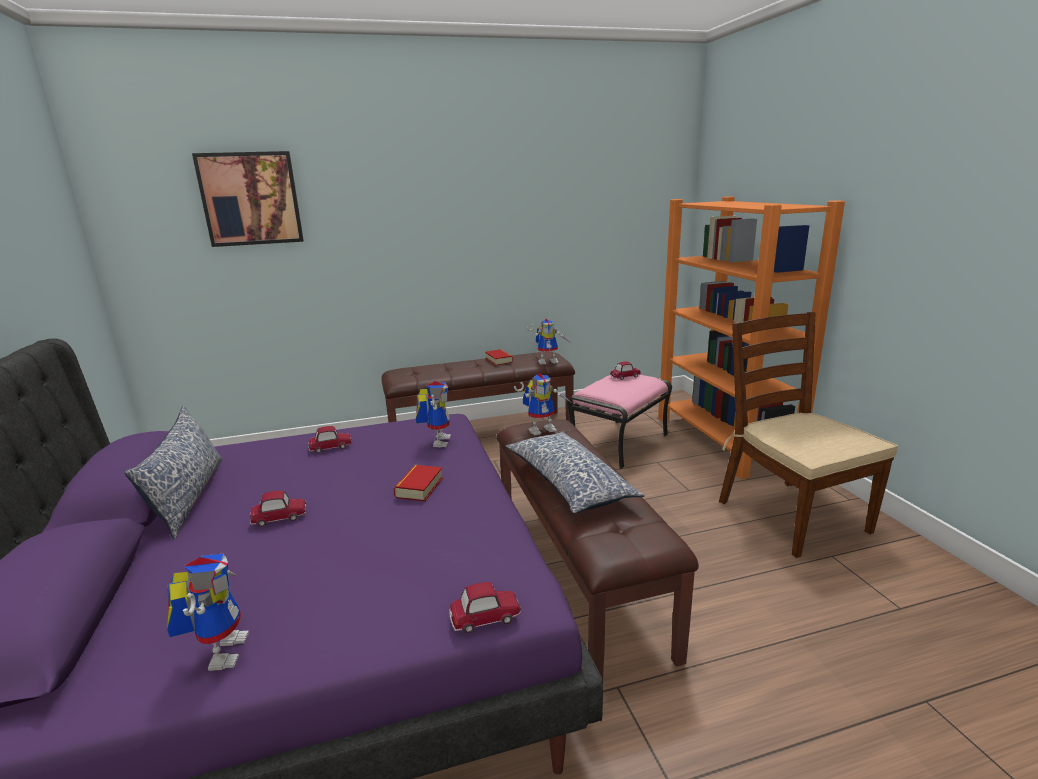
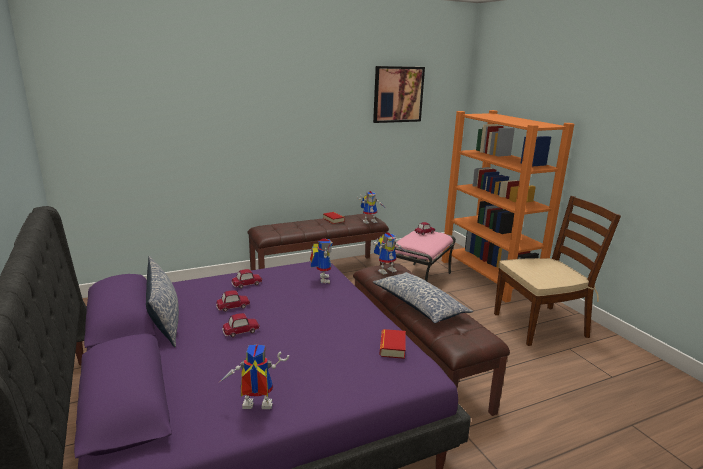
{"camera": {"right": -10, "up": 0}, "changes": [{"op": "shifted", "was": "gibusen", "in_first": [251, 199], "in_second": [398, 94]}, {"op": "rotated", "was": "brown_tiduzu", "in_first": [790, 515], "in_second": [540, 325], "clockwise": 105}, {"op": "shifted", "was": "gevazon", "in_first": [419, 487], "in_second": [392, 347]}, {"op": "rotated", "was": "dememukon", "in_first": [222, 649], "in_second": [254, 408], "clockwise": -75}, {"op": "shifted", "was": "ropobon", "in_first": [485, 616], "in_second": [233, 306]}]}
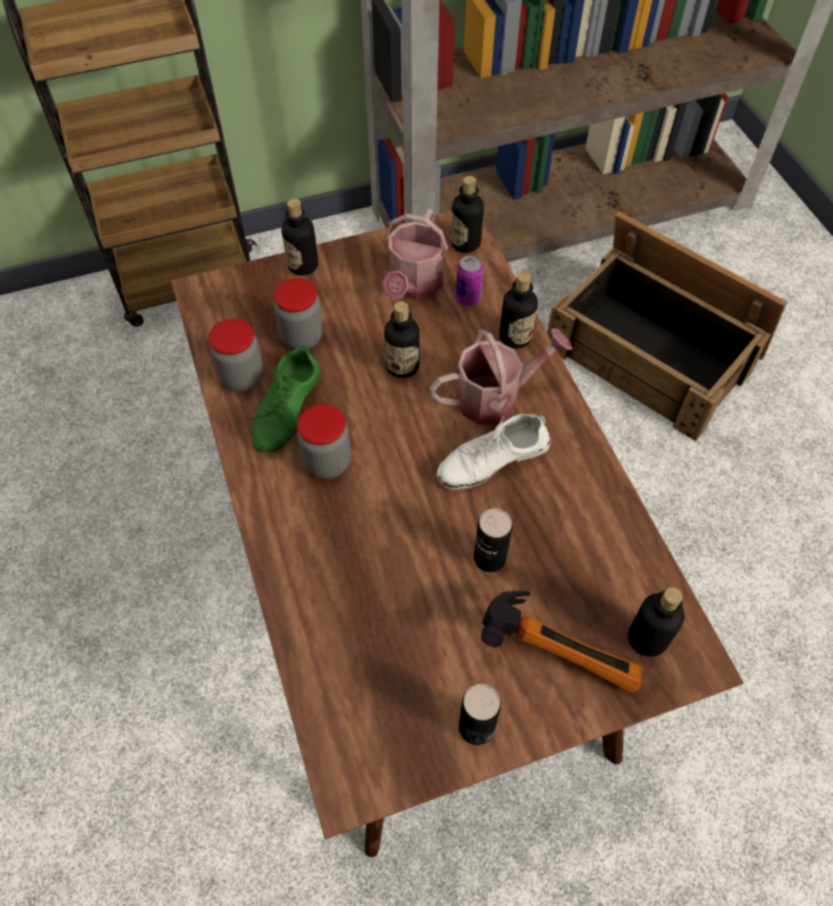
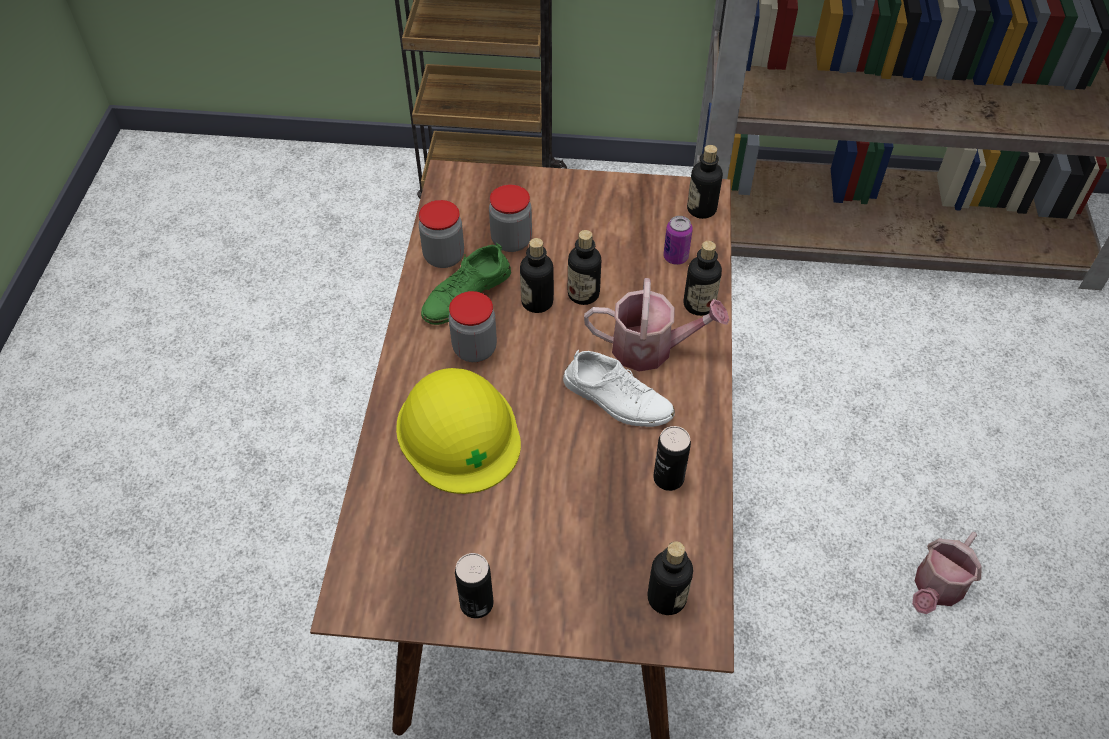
{"camera": {"right": 25, "up": -5}, "changes": [{"op": "shifted", "was": "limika", "in_first": [303, 265], "in_second": [537, 302]}, {"op": "shifted", "was": "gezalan", "in_first": [413, 286], "in_second": [935, 589]}, {"op": "gone", "was": "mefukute", "in_first": [655, 350]}, {"op": "rotated", "was": "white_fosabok", "in_first": [492, 459], "in_second": [617, 399], "clockwise": -150}, {"op": "shifted", "was": "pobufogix", "in_first": [489, 558], "in_second": [668, 478]}, {"op": "gone", "was": "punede", "in_first": [560, 647]}, {"op": "new", "now": "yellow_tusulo", "in_second": [458, 432]}]}
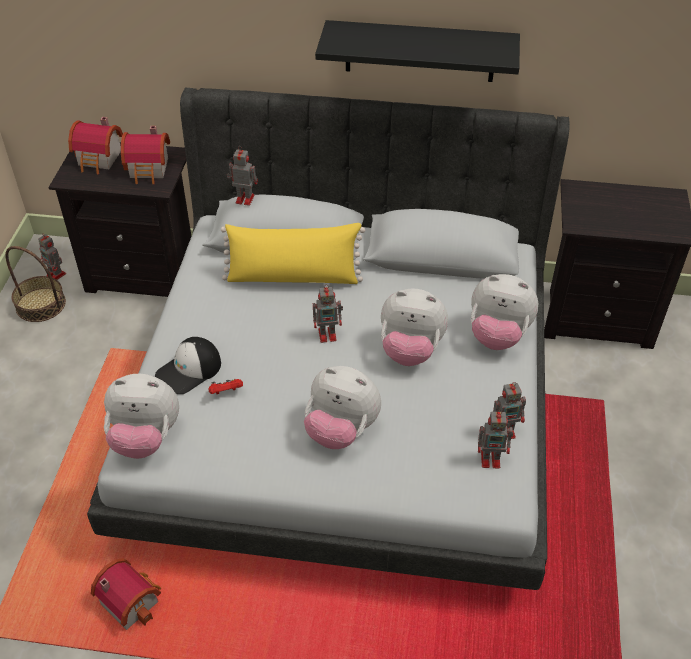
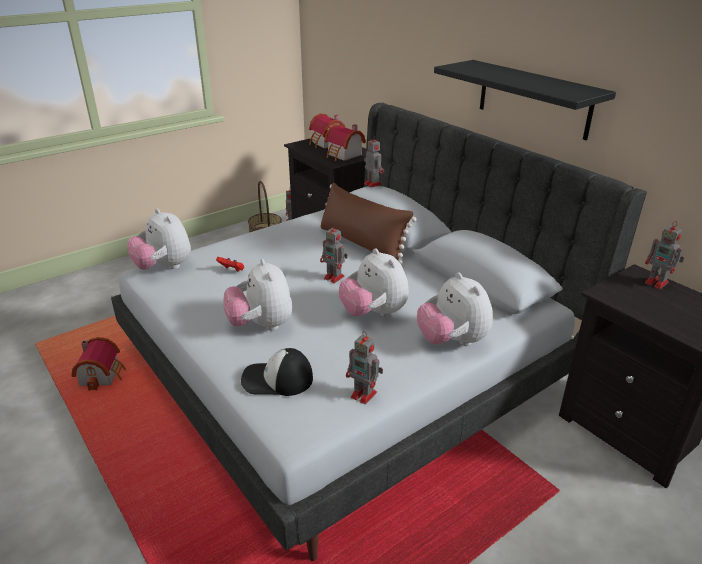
{"camera": {"right": 45, "up": -15}, "changes": [{"op": "repainted", "was": "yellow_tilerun", "now": "brown_tilerun", "in_first": [293, 277], "in_second": [362, 244]}, {"op": "shifted", "was": "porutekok", "in_first": [189, 370], "in_second": [277, 379]}, {"op": "shifted", "was": "dememukon", "in_first": [491, 459], "in_second": [657, 283]}]}
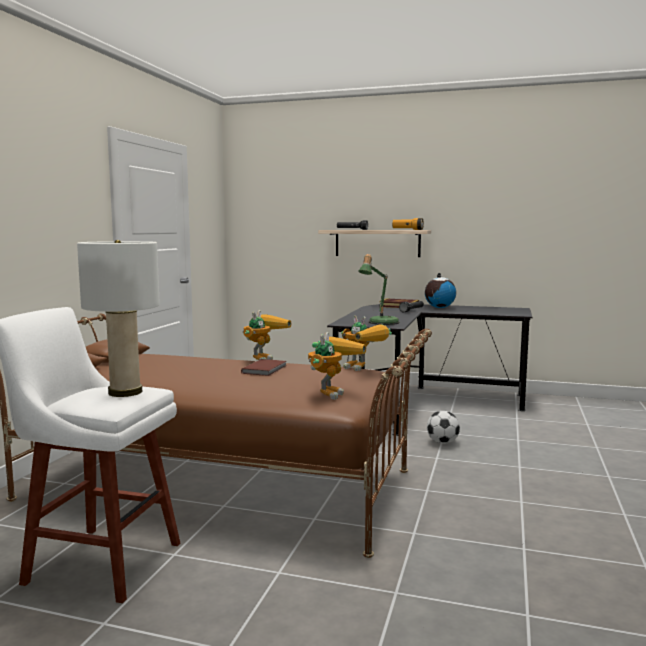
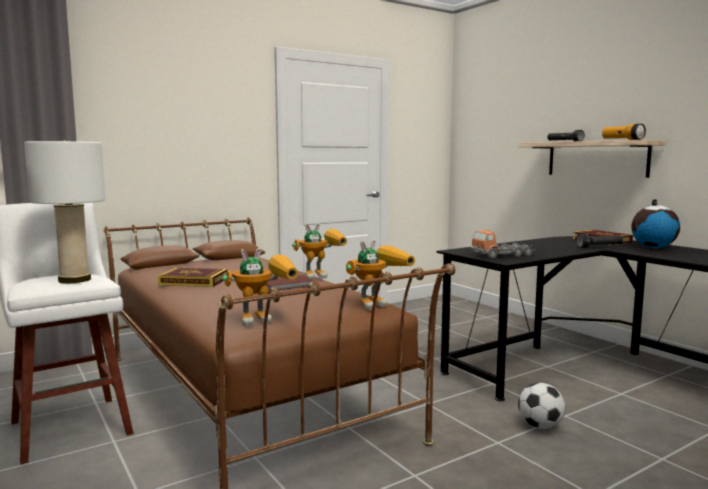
{"camera": {"right": 40, "up": 0}, "changes": [{"op": "swapped", "was": "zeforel", "now": "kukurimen", "in_first": [380, 323], "in_second": [502, 255]}, {"op": "rotated", "was": "dememukon", "in_first": [364, 369], "in_second": [378, 303], "clockwise": -120}, {"op": "new", "now": "gevazon", "in_second": [193, 281]}]}
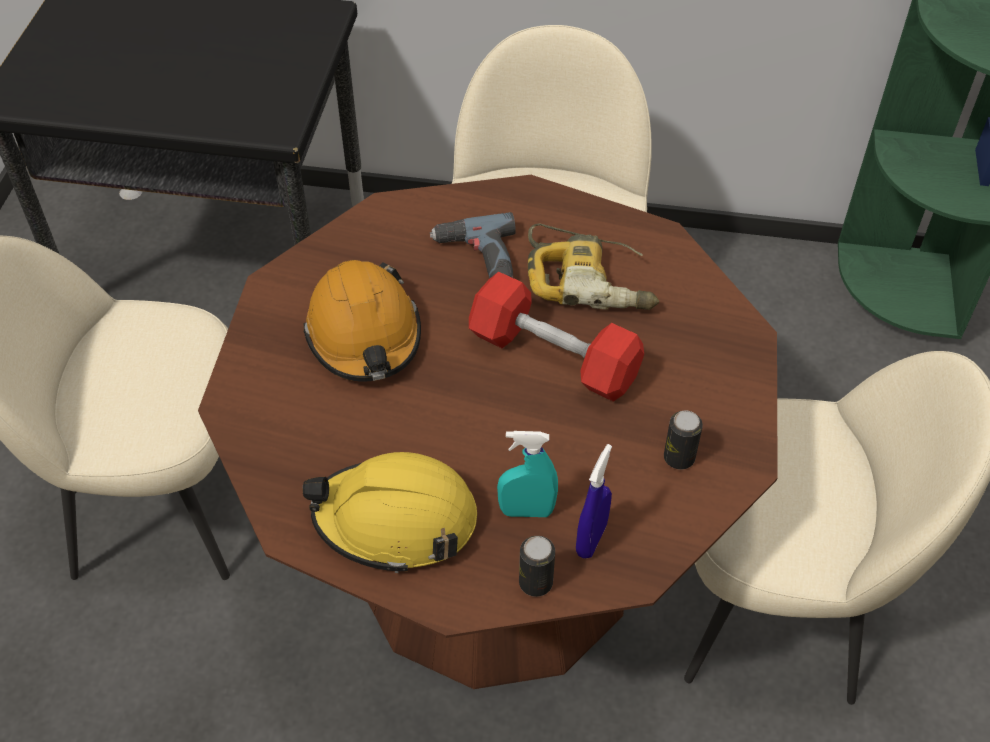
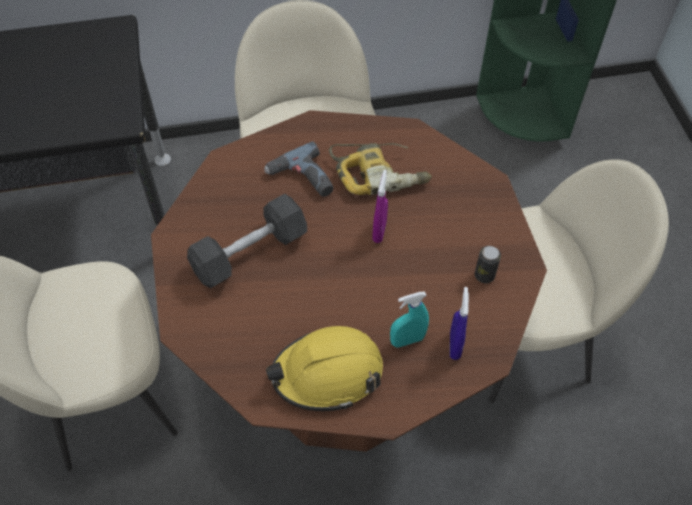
{"camera": {"right": -20, "up": 5}, "changes": [{"op": "swapped", "was": "orange_tusulo", "now": "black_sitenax", "in_first": [364, 335], "in_second": [250, 253]}, {"op": "swapped", "was": "red_sitenax", "now": "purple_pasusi", "in_first": [554, 356], "in_second": [379, 231]}, {"op": "gone", "was": "pobufogix", "in_first": [535, 583]}]}
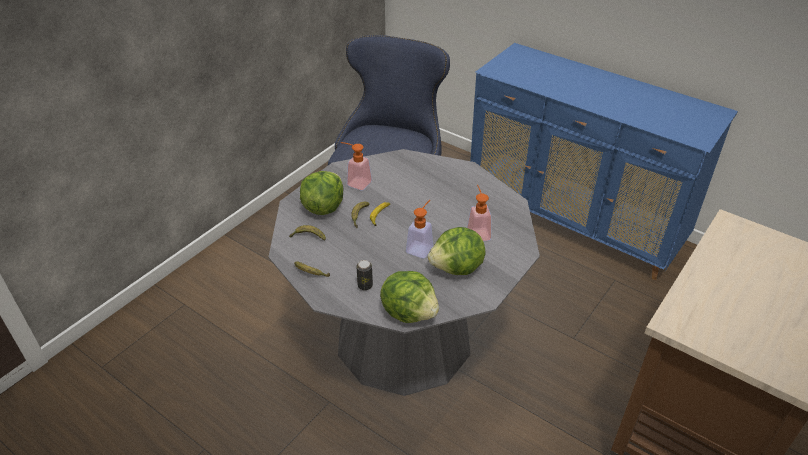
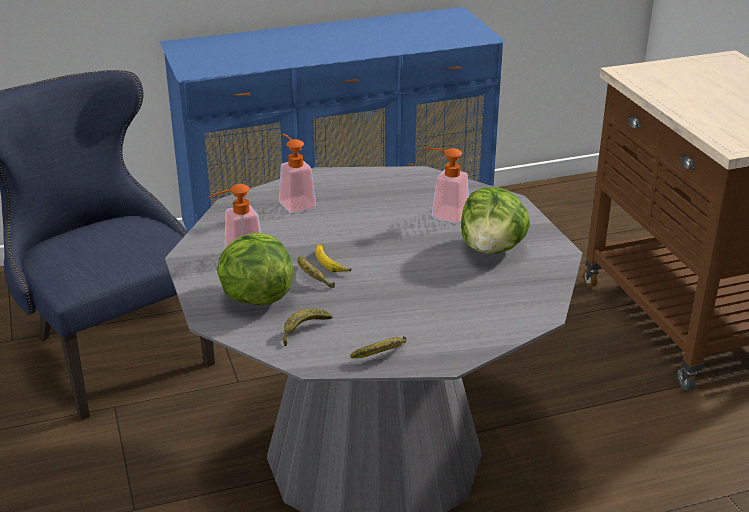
{"camera": {"right": -55, "up": -10}, "changes": [{"op": "shifted", "was": "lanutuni", "in_first": [421, 247], "in_second": [294, 202]}, {"op": "gone", "was": "pobufogix", "in_first": [365, 285]}, {"op": "gone", "was": "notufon", "in_first": [409, 312]}]}
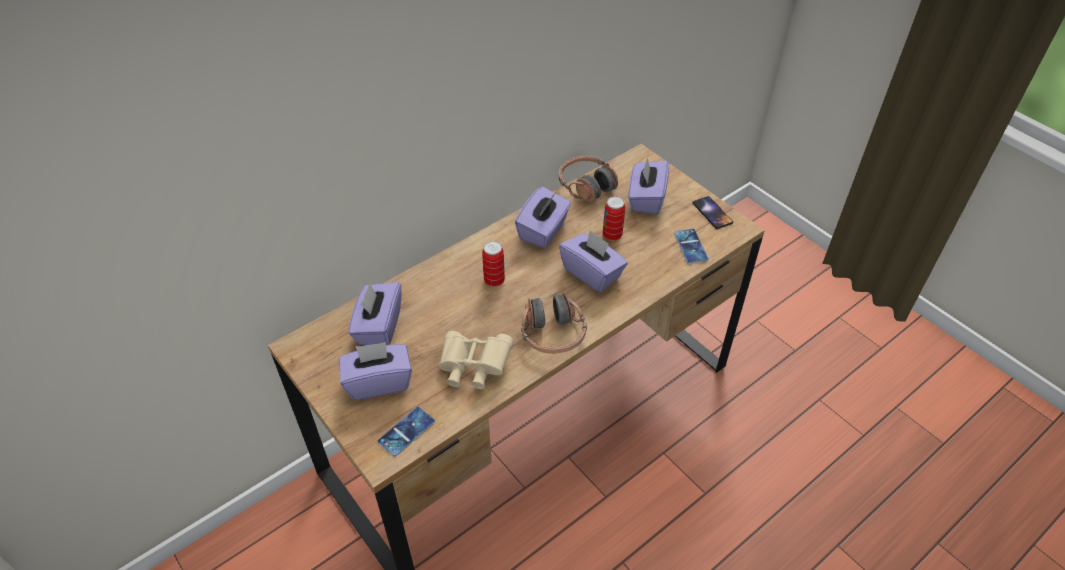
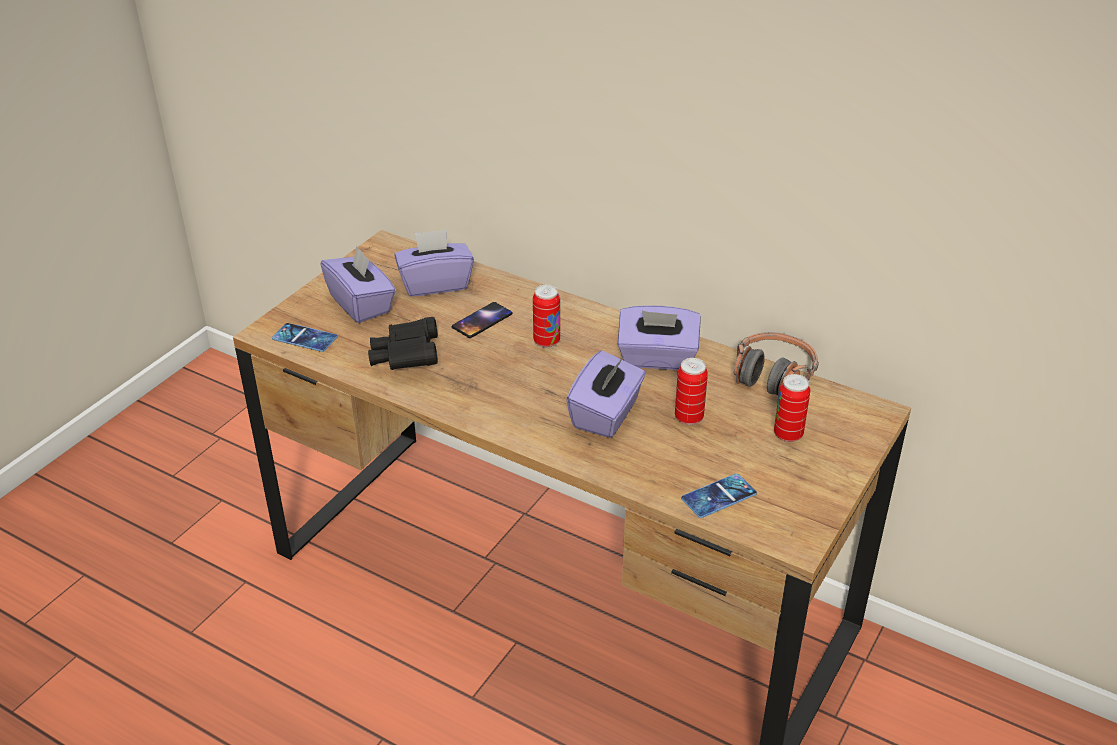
{"camera": {"right": 70, "up": -10}, "changes": [{"op": "swapped", "was": "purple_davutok", "now": "pobufogix", "in_first": [646, 199], "in_second": [788, 435]}, {"op": "shifted", "was": "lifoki", "in_first": [712, 213], "in_second": [482, 320]}, {"op": "gone", "was": "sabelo", "in_first": [552, 333]}, {"op": "repainted", "was": "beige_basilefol", "now": "black_basilefol", "in_first": [473, 367], "in_second": [406, 359]}]}
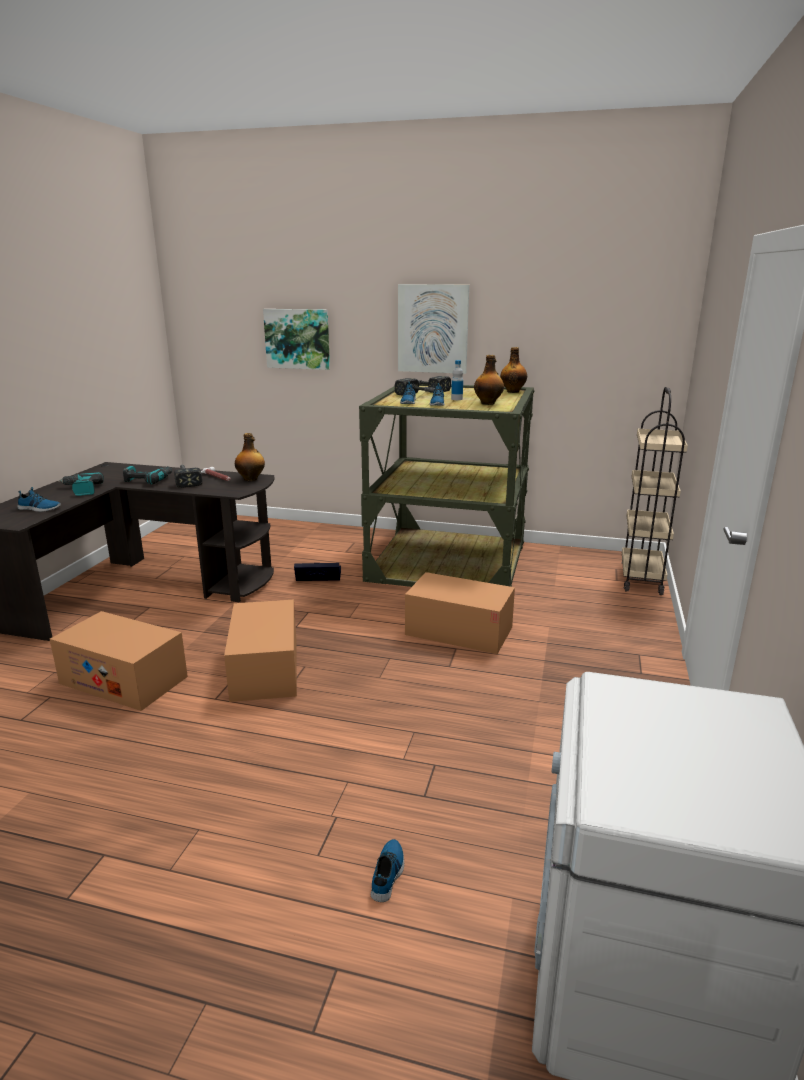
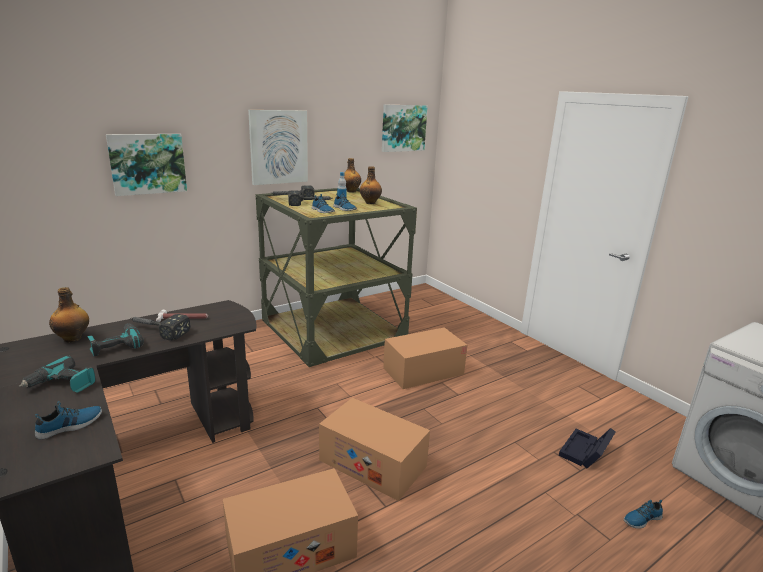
{"camera": {"right": -50, "up": 0}, "changes": [{"op": "gone", "was": "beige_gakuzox", "in_first": [642, 579]}, {"op": "shifted", "was": "limika", "in_first": [251, 479], "in_second": [73, 338]}, {"op": "shifted", "was": "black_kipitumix", "in_first": [317, 577], "in_second": [585, 452]}, {"op": "rotated", "was": "fosabok", "in_first": [388, 873], "in_second": [641, 518], "clockwise": -75}, {"op": "new", "now": "gibusen", "in_second": [403, 128]}]}
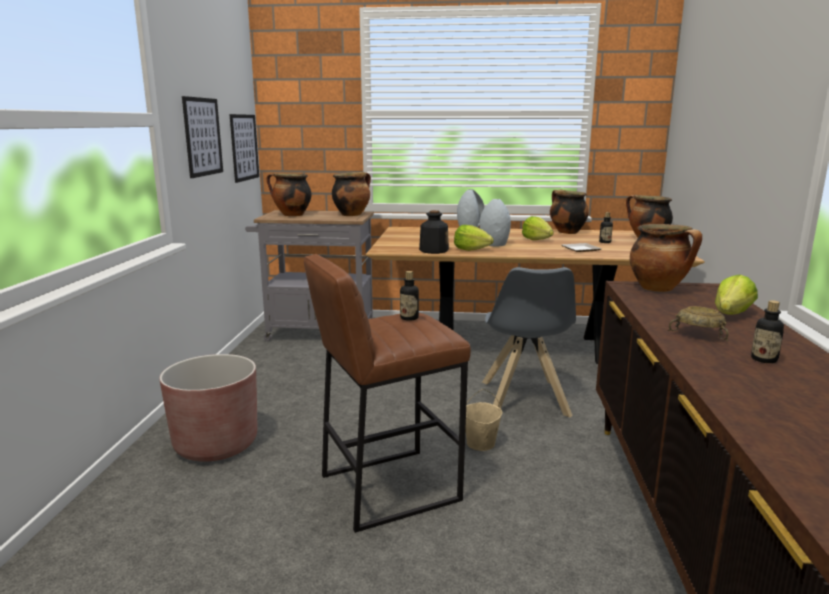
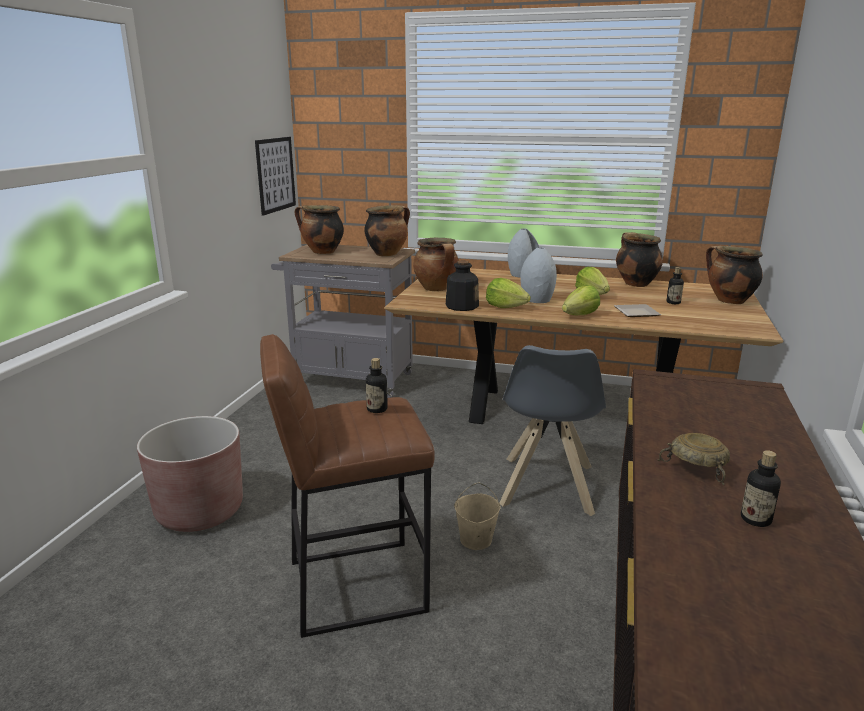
{"camera": {"right": 10, "up": 5}, "changes": [{"op": "gone", "was": "gibusen", "in_first": [203, 137]}, {"op": "shifted", "was": "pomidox", "in_first": [659, 289], "in_second": [437, 289]}, {"op": "shifted", "was": "notufon", "in_first": [731, 314], "in_second": [580, 315]}]}
